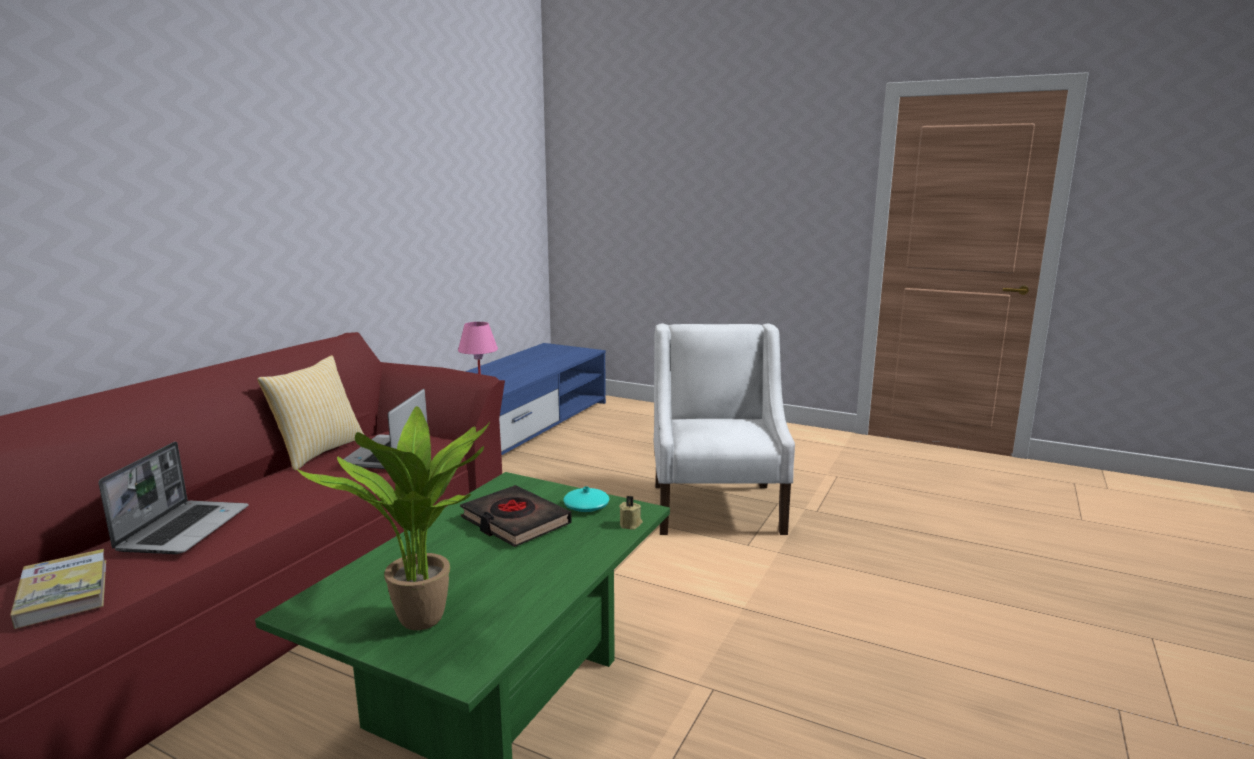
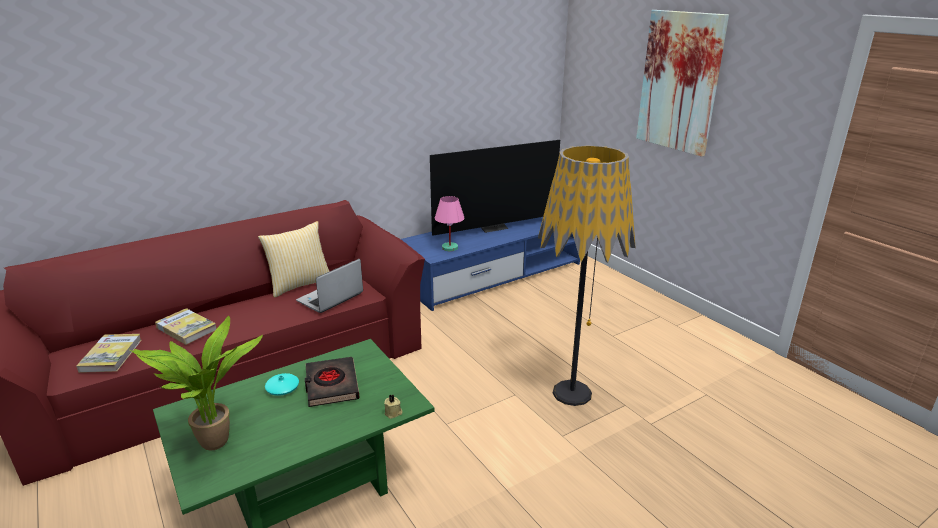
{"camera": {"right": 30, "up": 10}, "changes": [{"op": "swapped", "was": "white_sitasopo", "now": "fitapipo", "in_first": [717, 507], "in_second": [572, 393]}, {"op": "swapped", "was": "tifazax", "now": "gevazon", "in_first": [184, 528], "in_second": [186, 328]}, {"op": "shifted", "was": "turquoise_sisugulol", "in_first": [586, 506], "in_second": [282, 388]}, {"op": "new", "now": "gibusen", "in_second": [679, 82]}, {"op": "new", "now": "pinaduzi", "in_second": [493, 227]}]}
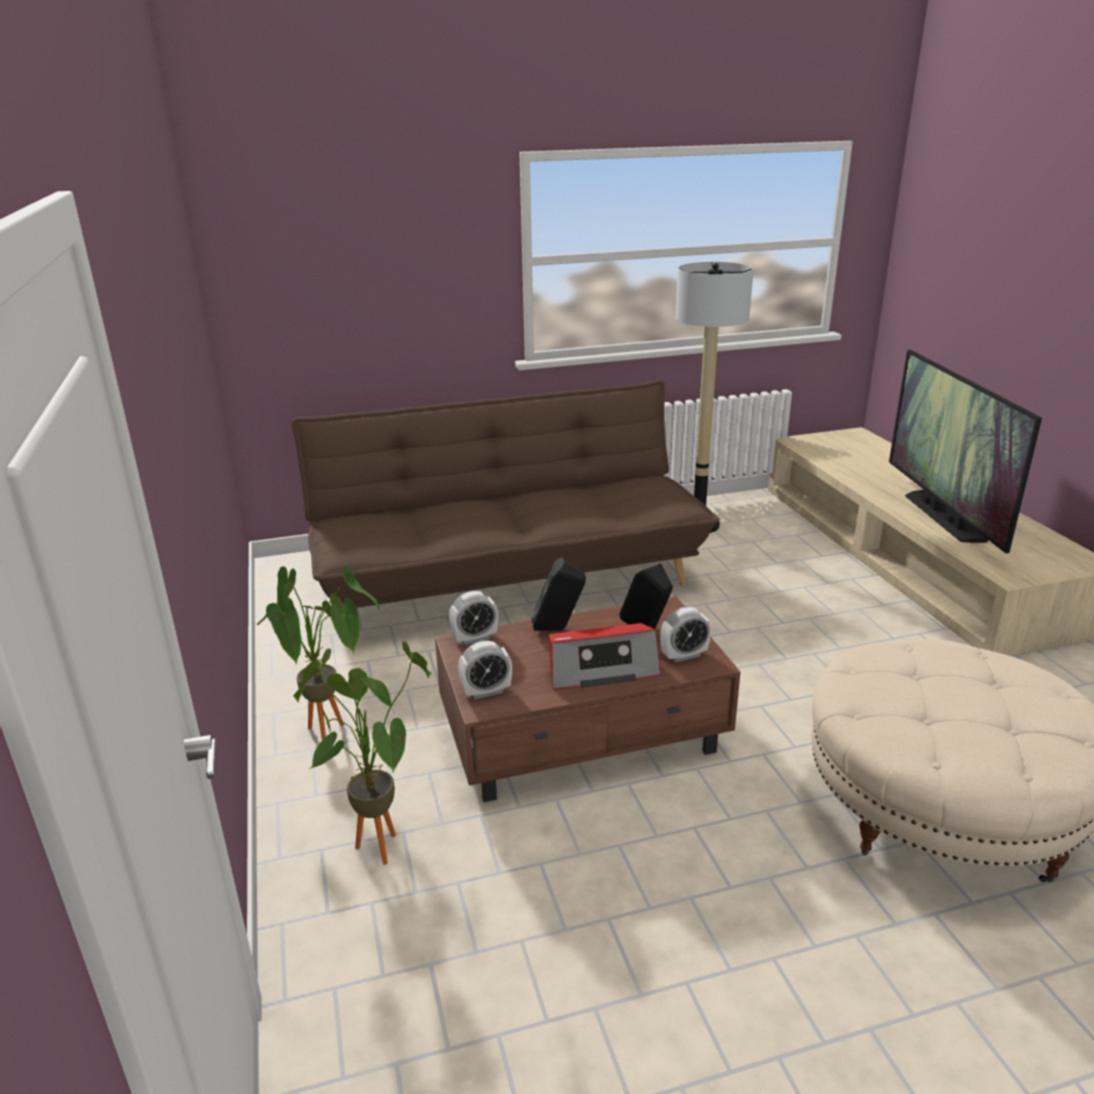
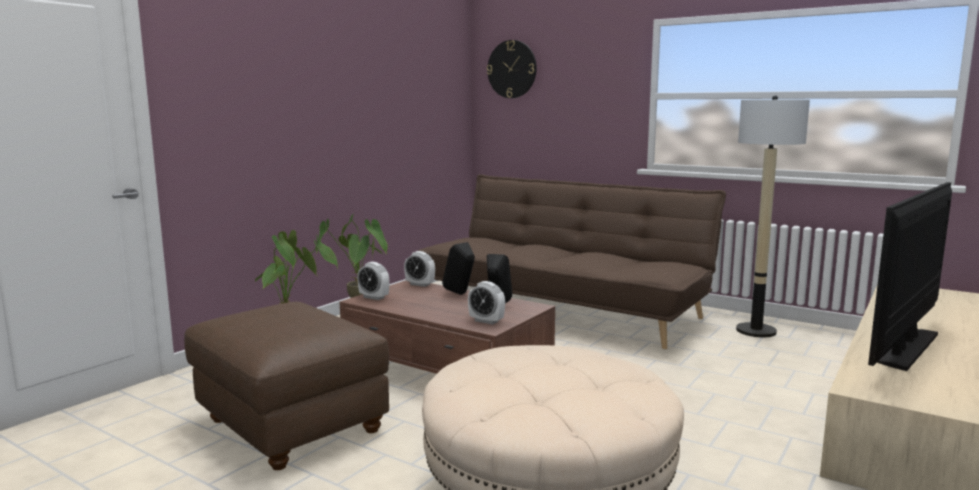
{"camera": {"right": 50, "up": -15}, "changes": [{"op": "gone", "was": "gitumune", "in_first": [601, 669]}, {"op": "new", "now": "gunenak", "in_second": [512, 69]}, {"op": "new", "now": "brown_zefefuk", "in_second": [289, 425]}]}
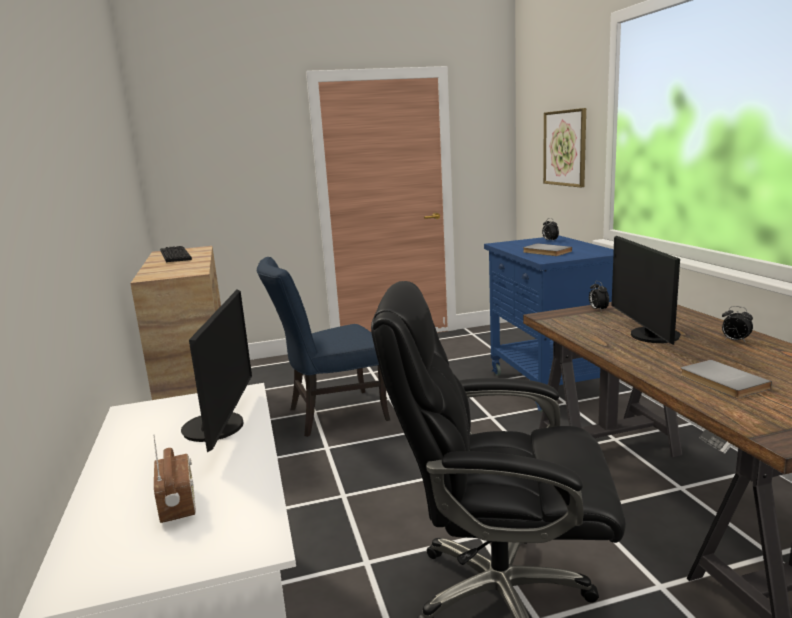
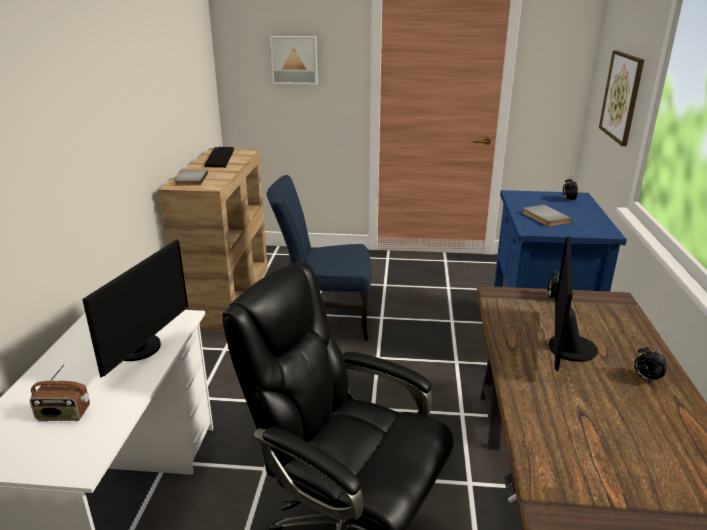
{"camera": {"right": 20, "up": 10}, "changes": [{"op": "shifted", "was": "grey_gevazon", "in_first": [721, 382], "in_second": [190, 179]}, {"op": "rotated", "was": "gitumune", "in_first": [179, 505], "in_second": [63, 415], "clockwise": 90}, {"op": "new", "now": "gibusen", "in_second": [294, 60]}]}
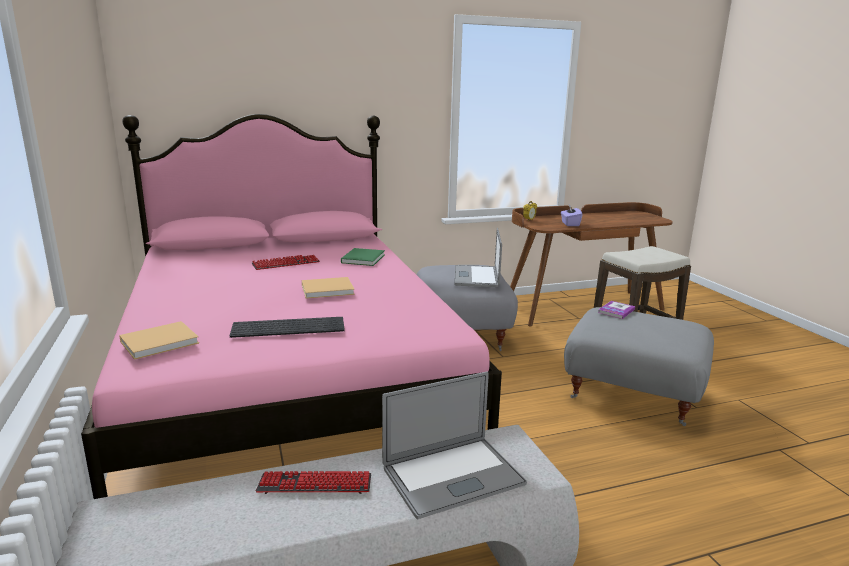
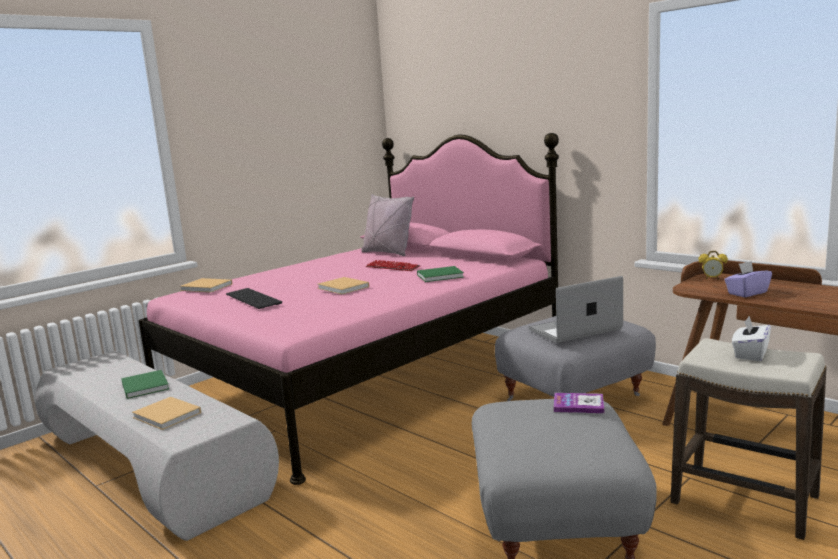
{"camera": {"right": 65, "up": -5}, "changes": [{"op": "swapped", "was": "tifazax", "now": "beige_gevazon", "in_first": [453, 476], "in_second": [168, 415]}, {"op": "swapped", "was": "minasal", "now": "green_gevazon", "in_first": [315, 484], "in_second": [145, 385]}, {"op": "new", "now": "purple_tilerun", "in_second": [387, 253]}, {"op": "new", "now": "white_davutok", "in_second": [750, 354]}]}
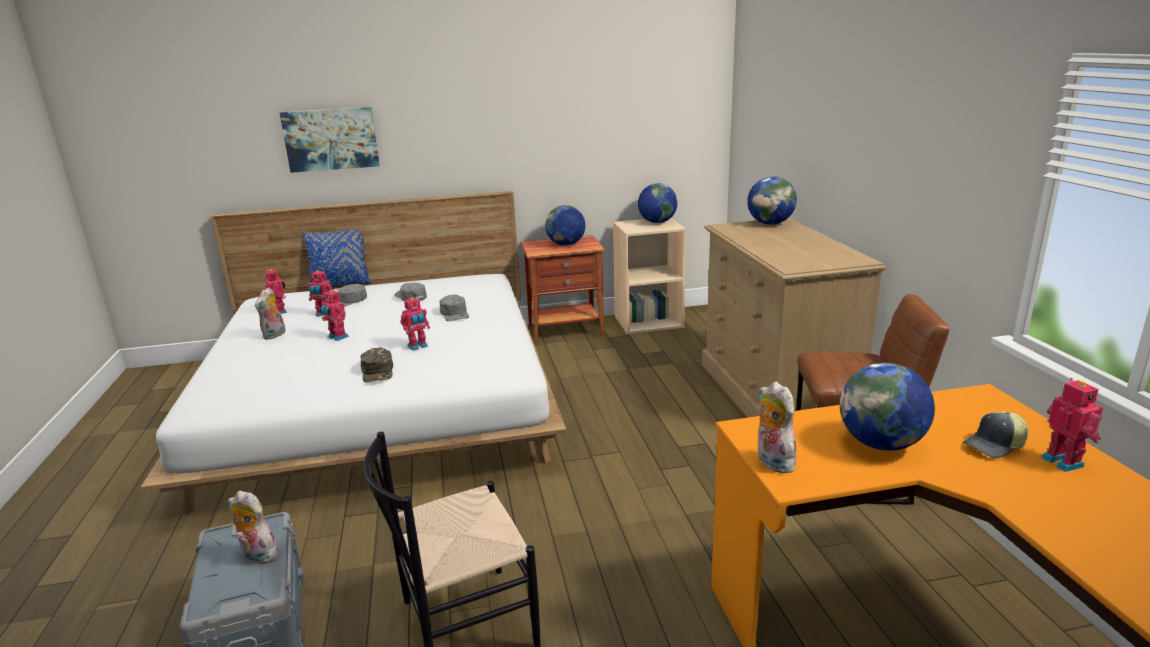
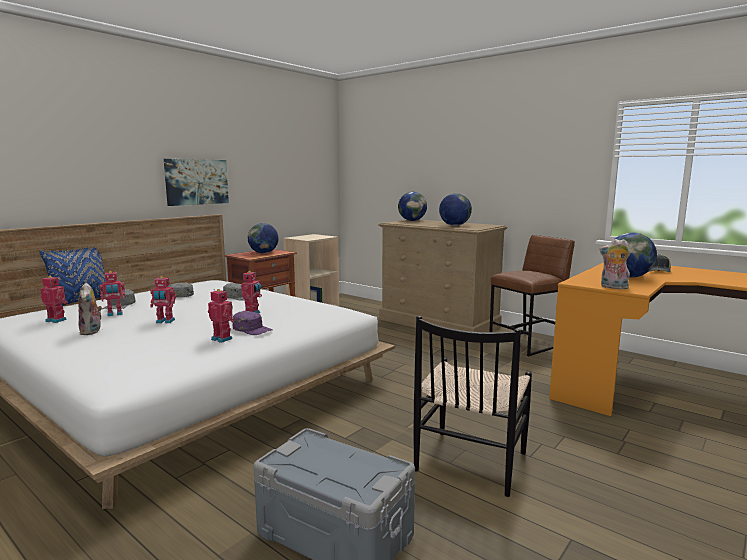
{"camera": {"right": -40, "up": -10}, "changes": [{"op": "shifted", "was": "gibusen", "in_first": [331, 139], "in_second": [196, 182]}, {"op": "shifted", "was": "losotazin", "in_first": [657, 222], "in_second": [454, 225]}, {"op": "repainted", "was": "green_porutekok", "now": "purple_porutekok", "in_first": [378, 371], "in_second": [252, 329]}, {"op": "shifted", "was": "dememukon", "in_first": [1064, 461], "in_second": [223, 339]}, {"op": "gone", "was": "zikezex", "in_first": [257, 555]}]}
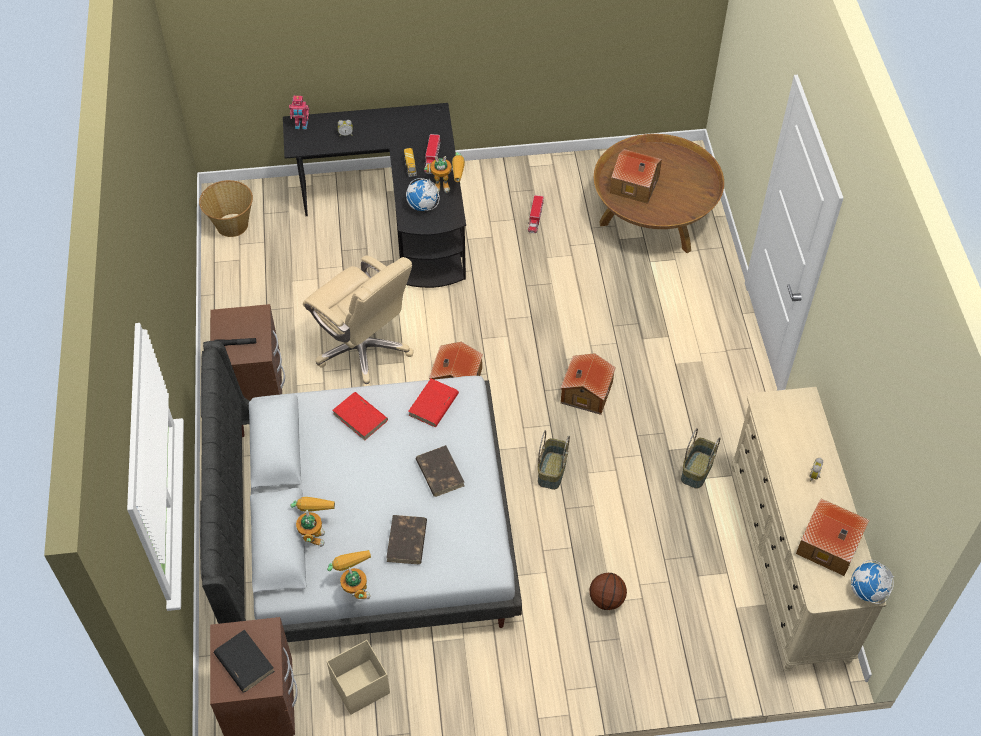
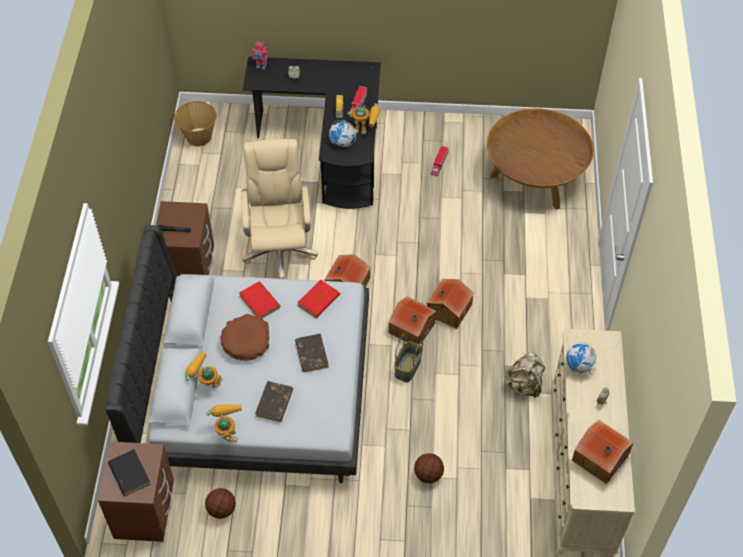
{"camera": {"right": 10, "up": 0}, "changes": [{"op": "shifted", "was": "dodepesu", "in_first": [635, 185], "in_second": [412, 329]}, {"op": "rotated", "was": "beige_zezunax", "in_first": [363, 350], "in_second": [279, 250], "clockwise": -150}, {"op": "swapped", "was": "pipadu", "now": "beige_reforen", "in_first": [697, 470], "in_second": [524, 385]}, {"op": "rotated", "was": "dememukon", "in_first": [314, 531], "in_second": [205, 384], "clockwise": -75}, {"op": "shifted", "was": "losotazin", "in_first": [867, 591], "in_second": [579, 366]}, {"op": "swapped", "was": "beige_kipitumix", "now": "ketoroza", "in_first": [359, 687], "in_second": [221, 510]}, {"op": "new", "now": "brown_tilerun", "in_second": [245, 342]}]}
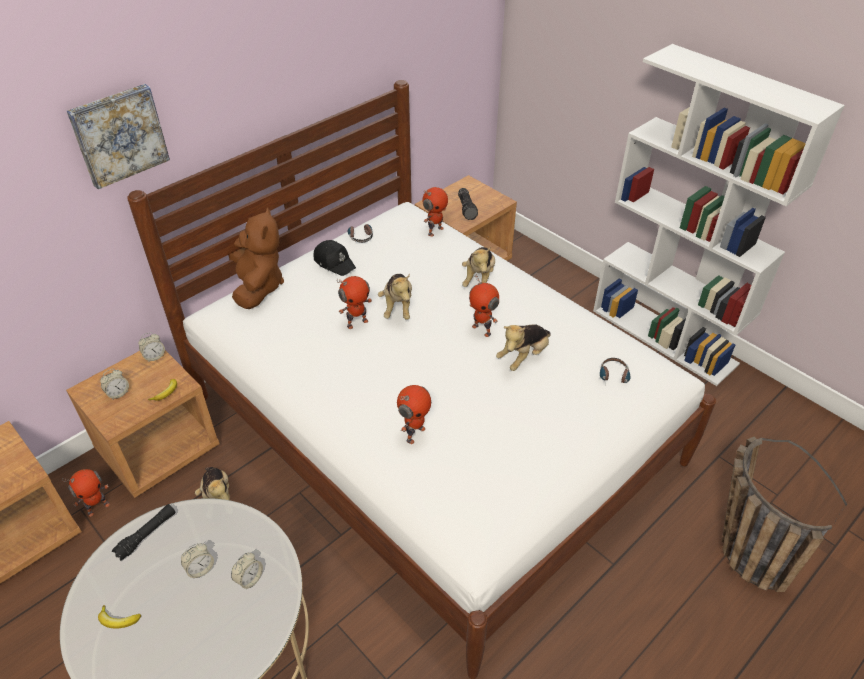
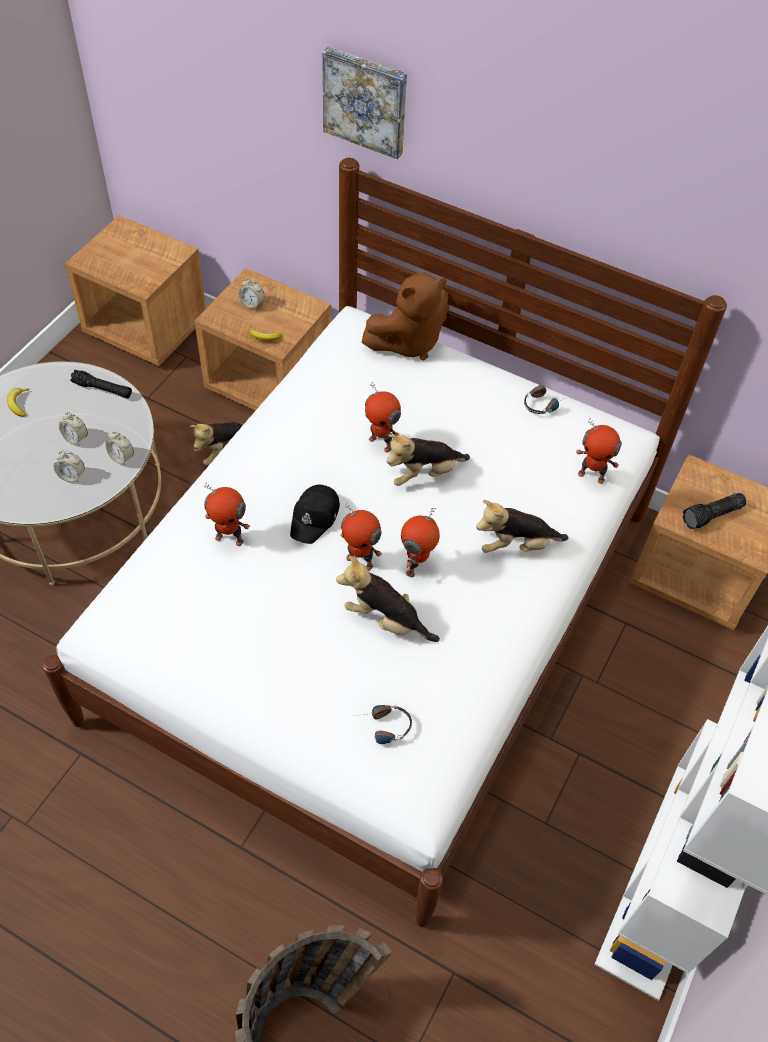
{"camera": {"right": 70, "up": 10}, "changes": [{"op": "shifted", "was": "black_porutekok", "in_first": [334, 262], "in_second": [315, 517]}, {"op": "shifted", "was": "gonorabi", "in_first": [154, 356], "in_second": [122, 457]}, {"op": "shifted", "was": "dememukon", "in_first": [98, 508], "in_second": [360, 560]}]}
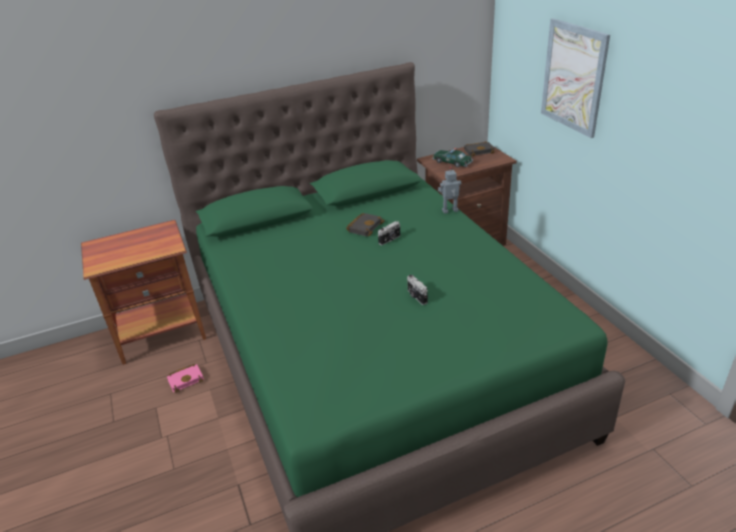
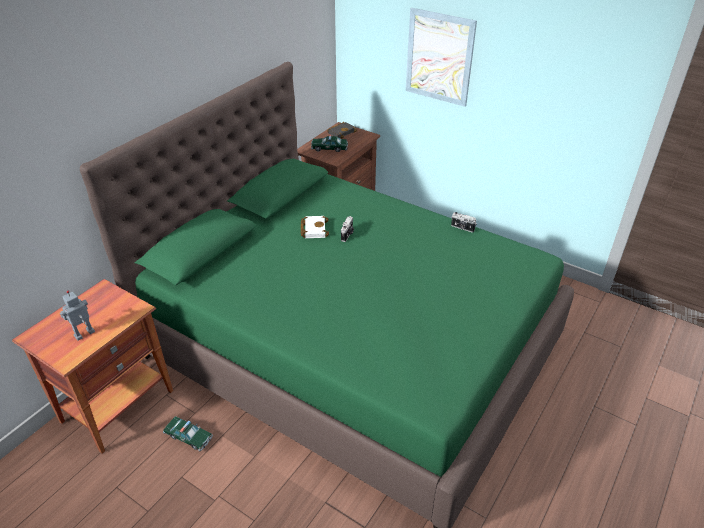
{"camera": {"right": -35, "up": 5}, "changes": [{"op": "shifted", "was": "dememukon", "in_first": [450, 211], "in_second": [85, 334]}, {"op": "repainted", "was": "black_gevazon", "now": "white_gevazon", "in_first": [364, 226], "in_second": [313, 229]}, {"op": "shifted", "was": "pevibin", "in_first": [416, 297], "in_second": [462, 228]}, {"op": "swapped", "was": "pink_gevazon", "now": "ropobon", "in_first": [186, 379], "in_second": [188, 436]}]}
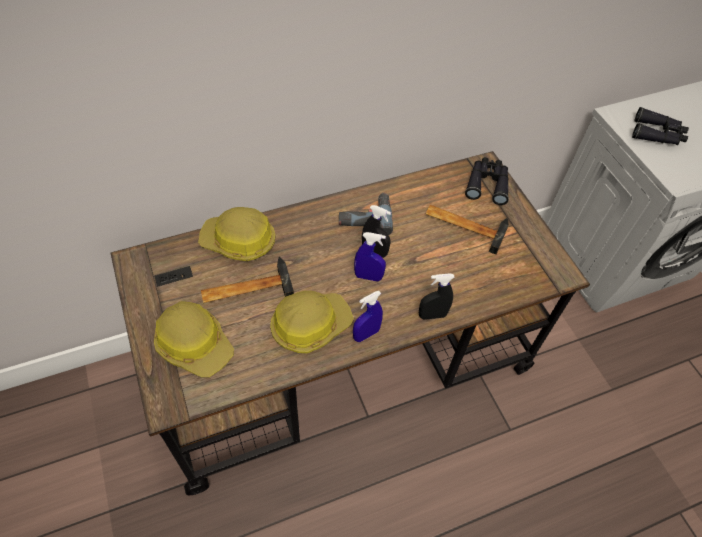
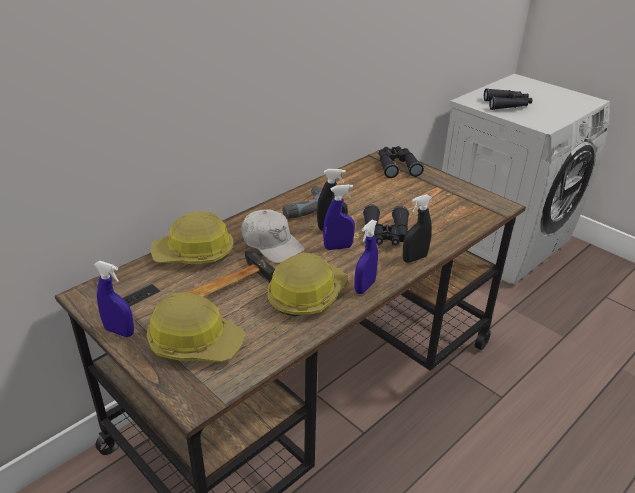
{"camera": {"right": -20, "up": -20}, "changes": [{"op": "gone", "was": "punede", "in_first": [464, 225]}, {"op": "new", "now": "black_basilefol", "in_second": [385, 234]}, {"op": "new", "now": "white_porutekok", "in_second": [271, 244]}, {"op": "new", "now": "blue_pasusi", "in_second": [119, 331]}]}
